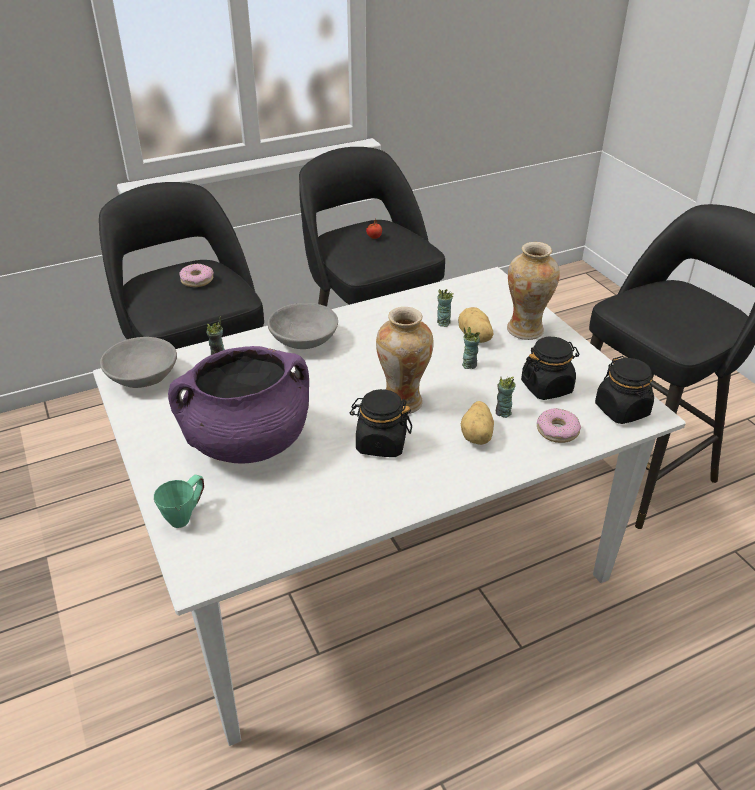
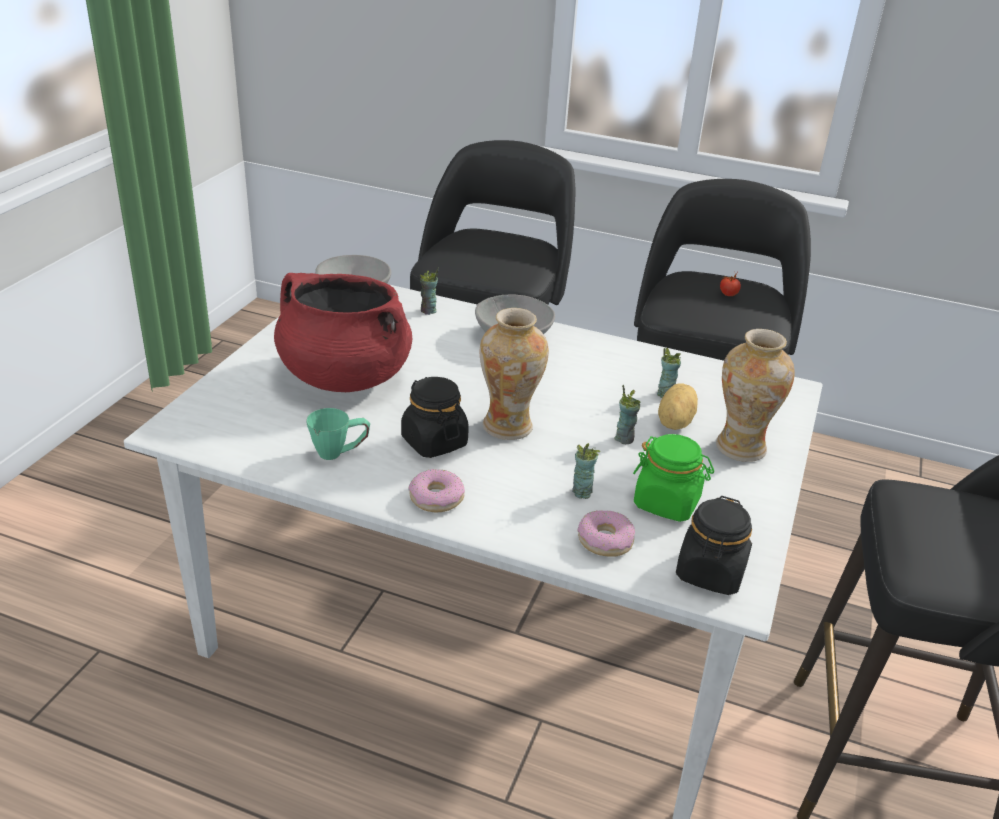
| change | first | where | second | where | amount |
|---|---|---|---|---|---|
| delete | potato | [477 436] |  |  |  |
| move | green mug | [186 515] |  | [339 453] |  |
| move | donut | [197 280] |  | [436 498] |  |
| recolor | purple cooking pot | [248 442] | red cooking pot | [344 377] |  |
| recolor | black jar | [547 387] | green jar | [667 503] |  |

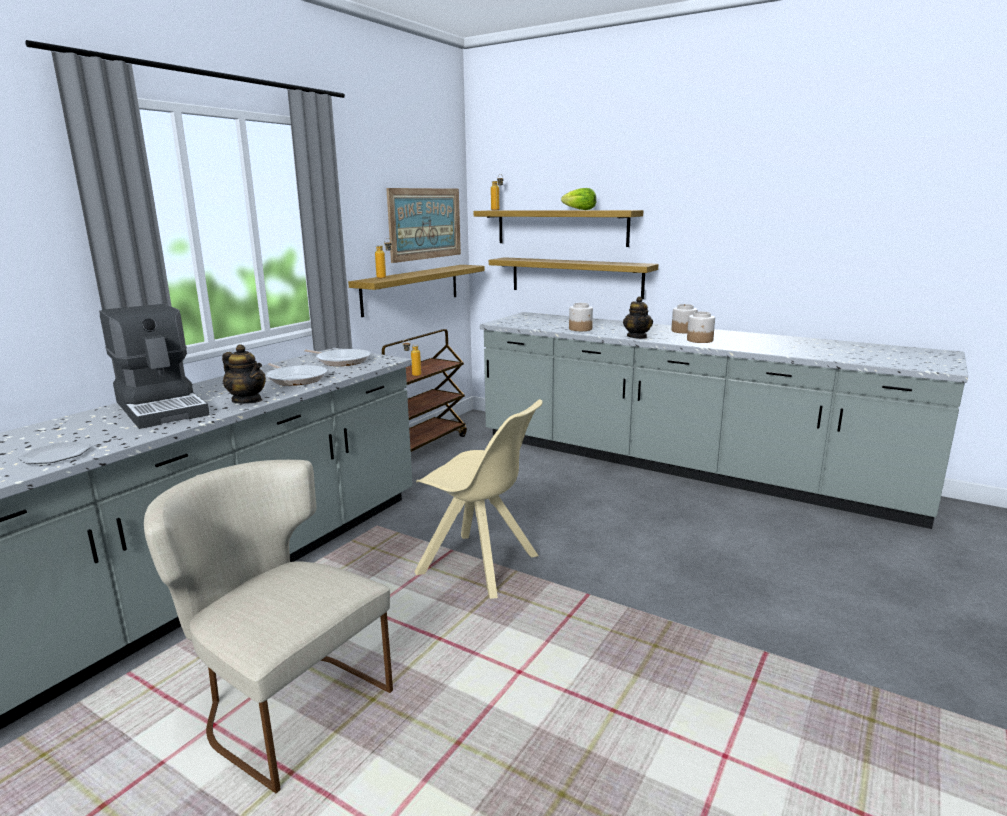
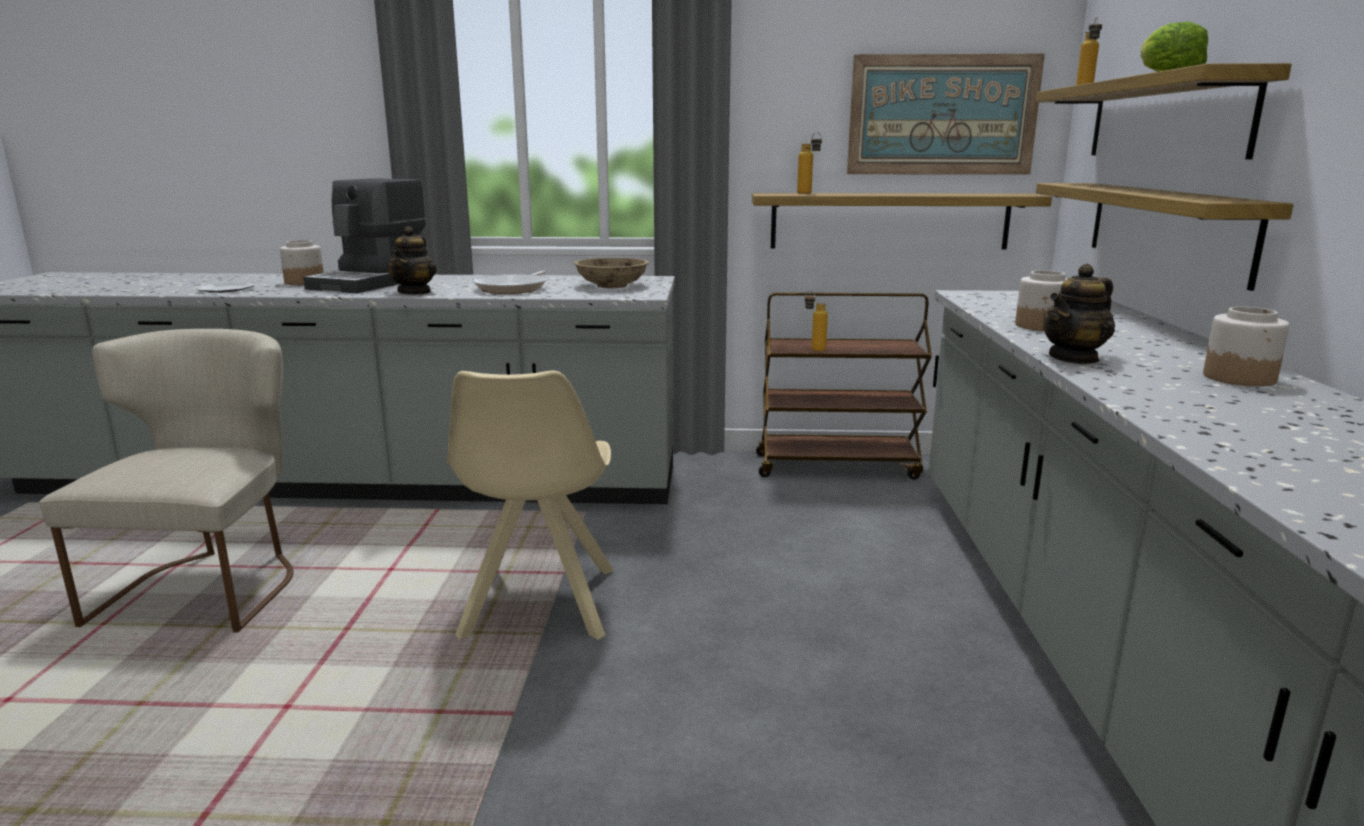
| change | first | where | second | where | amount |
|---|---|---|---|---|---|
| move | jar | [700 340] |  | [304 282] |  |
| replace | frying pan | [341 361] | beige bowl | [612 286] |  |

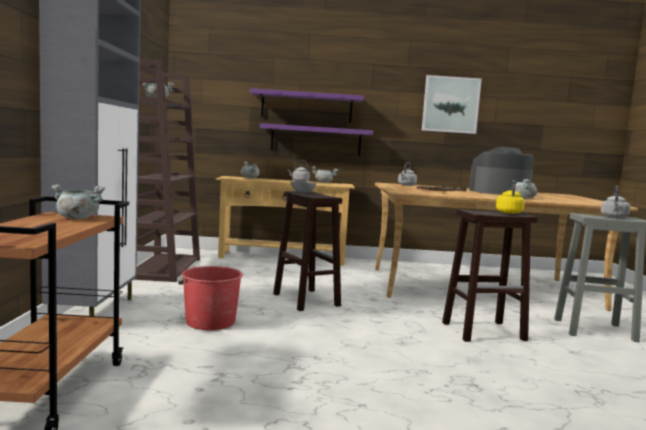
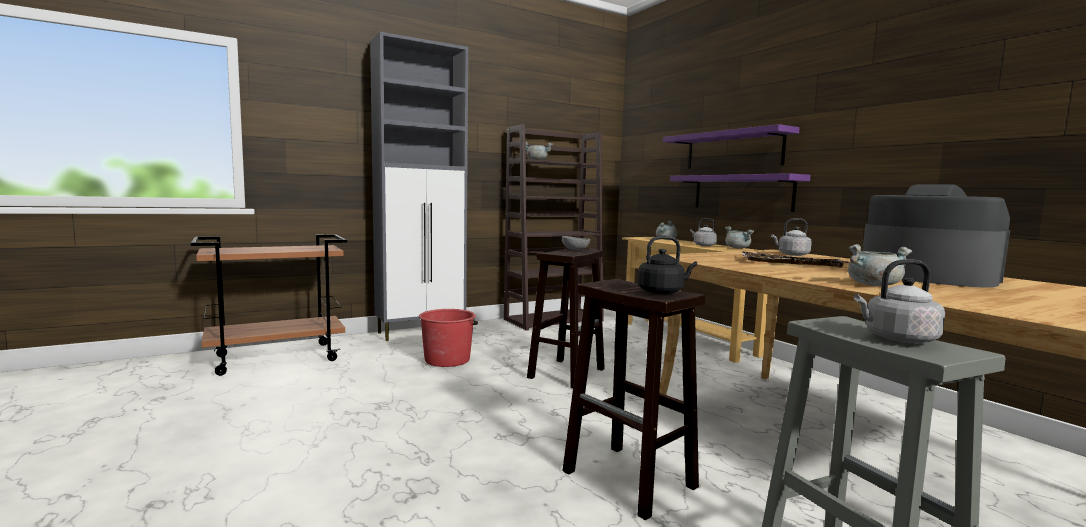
| change | first | where | second | where | amount |
|---|---|---|---|---|---|
| delete | grey cooking pot | [76 218] |  |  |  |
| delete | picture | [450 104] |  |  |  |
| recolor | yellow kettle | [509 212] | black kettle | [663 292] |  |

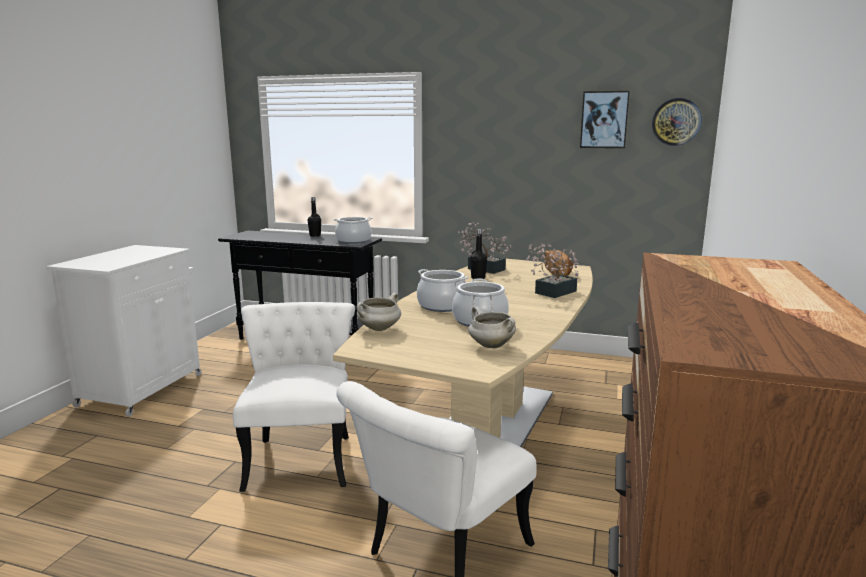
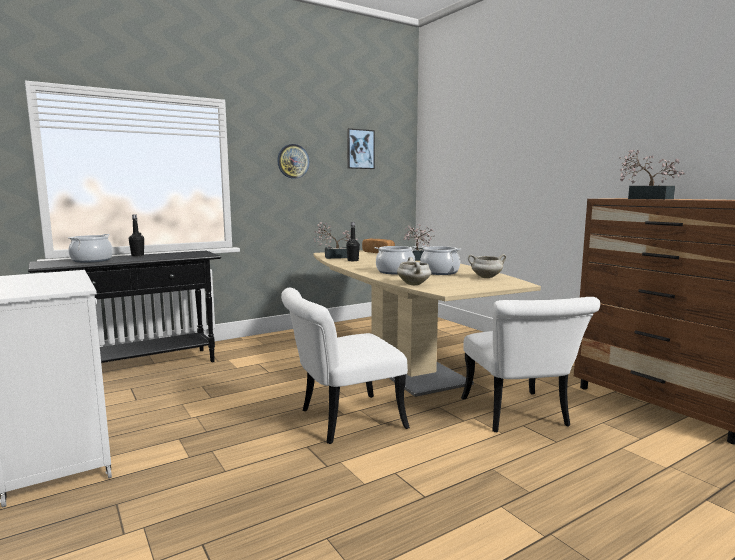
| change | first | where | second | where | amount |
|---|---|---|---|---|---|
| insert |  |  | potted plant | [645 198] |  |
| move | cooking pot | [353 241] |  | [92 260] |  |
| move | wall clock | [676 122] |  | [293 161] |  |
| rotate | white chair | [301 455] |  | [341 421] | 60 degrees counterclockwise |

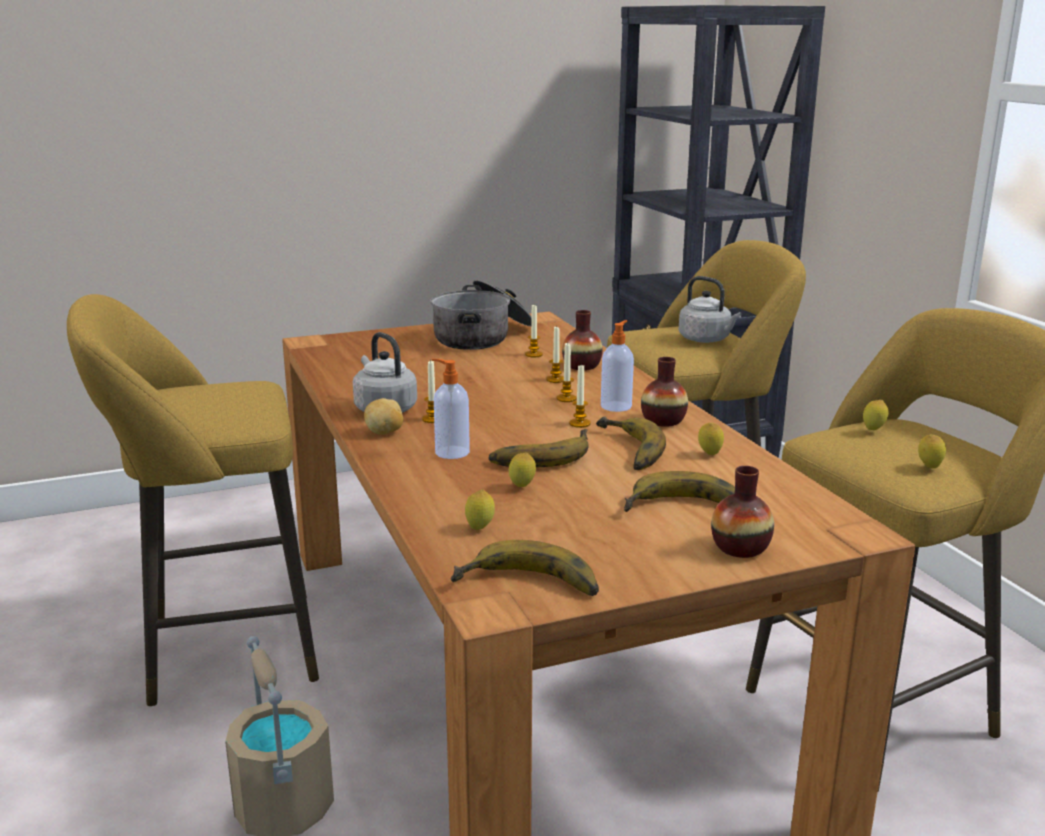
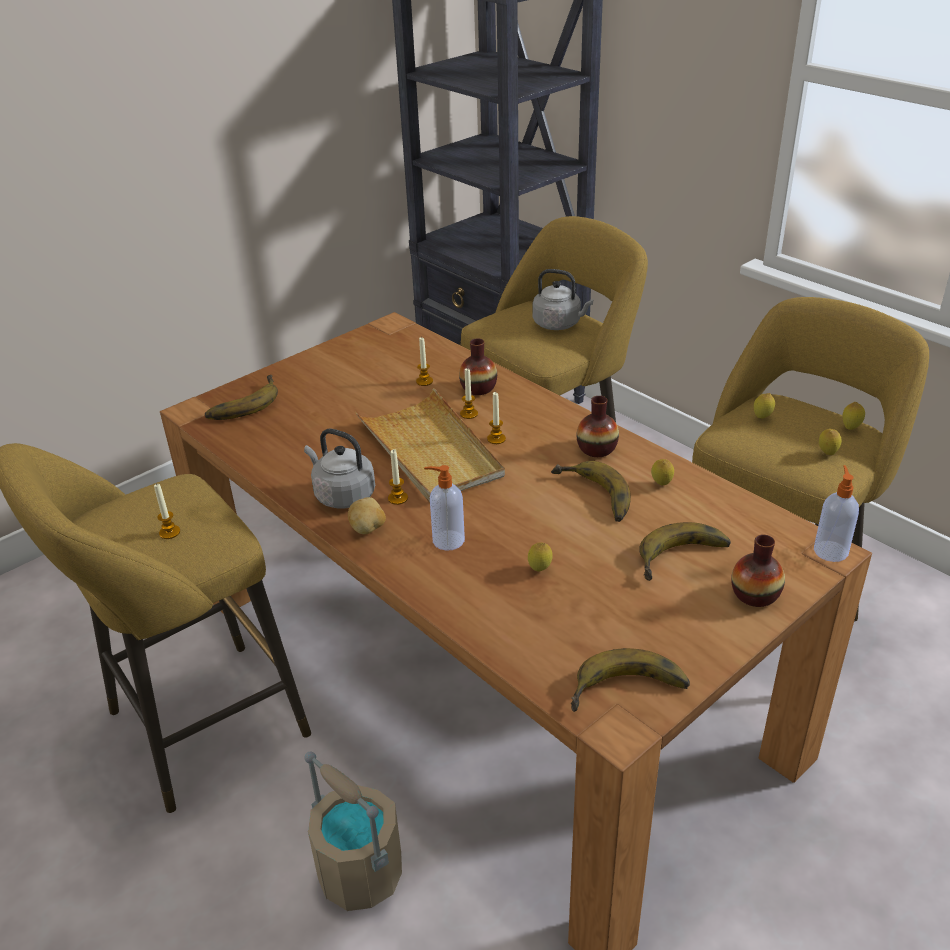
| change | first | where | second | where | amount |
|---|---|---|---|---|---|
| delete | cooking pot | [483 336] |  |  |  |
| insert |  |  | beige tray | [430 450] |  |
| move | lemon | [480 528] |  | [850 428] |  |
| move | banana | [539 455] |  | [242 403] |  |
| move | candle | [579 423] |  | [169 532] |  |
| move | soap dispenser | [616 406] |  | [830 550] |  |

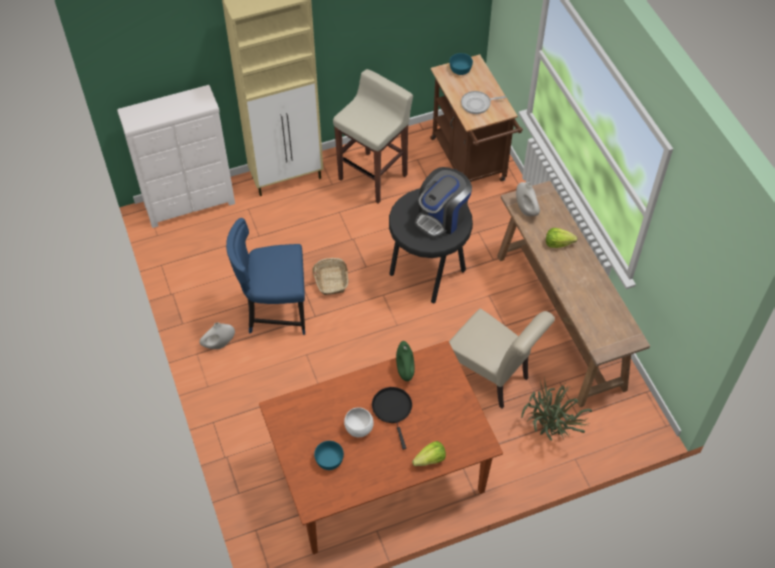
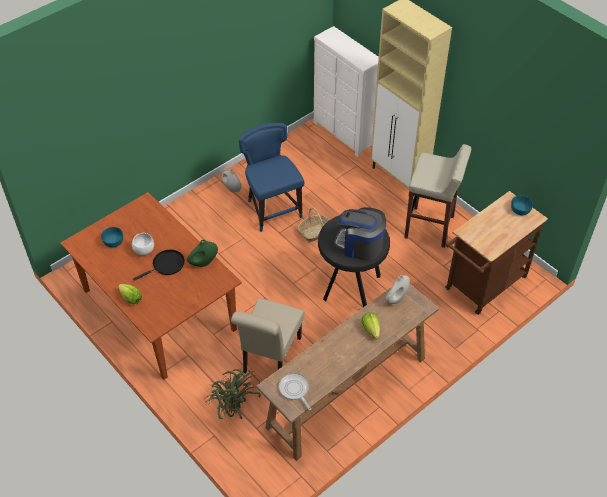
| change | first | where | second | where | amount |
|---|---|---|---|---|---|
| move | frying pan | [477 104] |  | [294 390] |  |

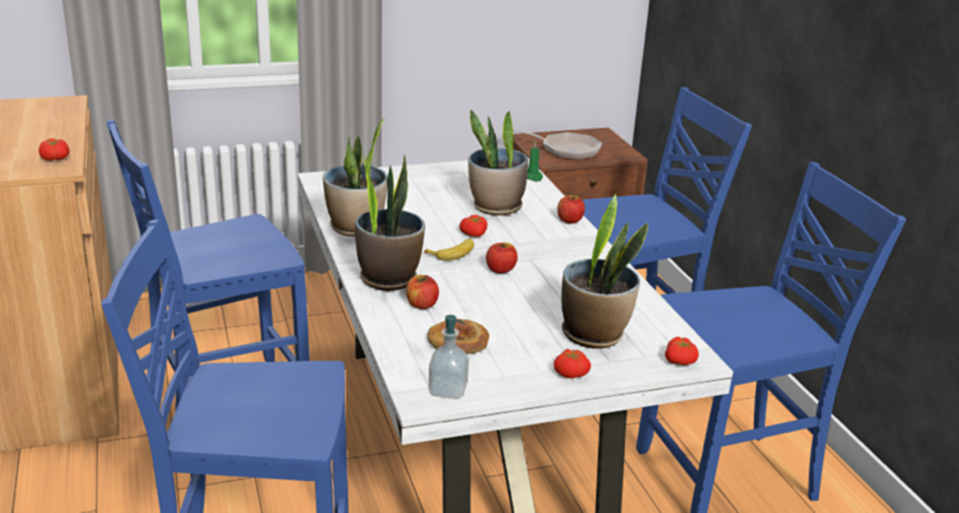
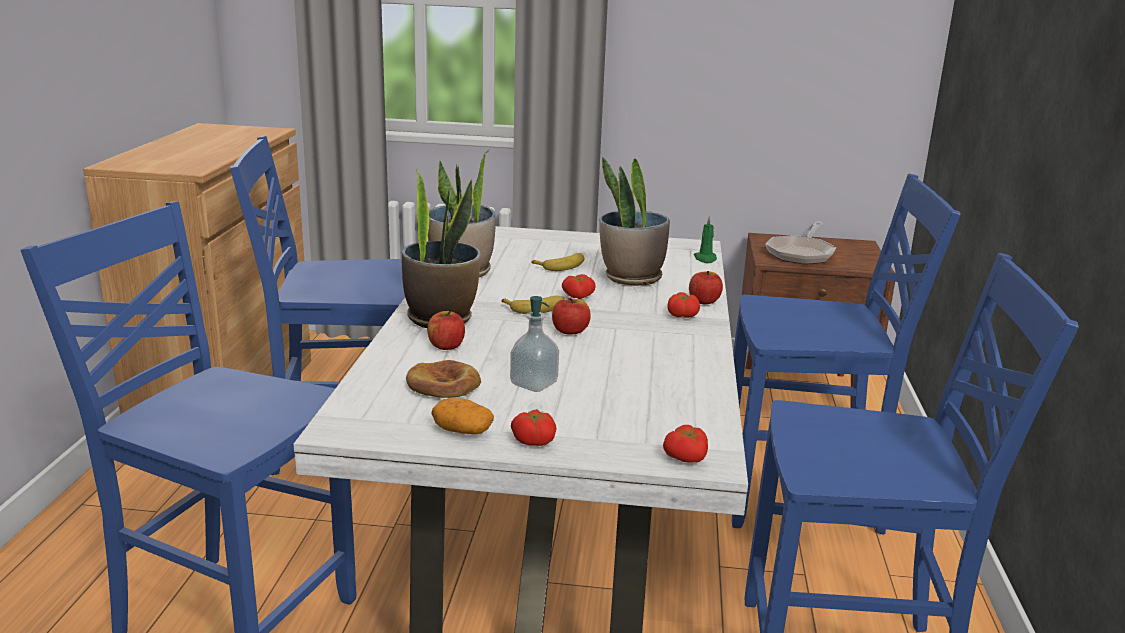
| change | first | where | second | where | amount |
|---|---|---|---|---|---|
| delete | potted plant | [594 334] |  |  |  |
| insert |  |  | potato | [462 431] |  |
| insert |  |  | banana | [562 266] |  |
| move | tomato | [54 159] |  | [681 316] |  |
| move | soap dispenser | [448 390] |  | [534 384] |  |
| rotate | frying pan | [565 150] |  | [801 253] | 75 degrees clockwise |

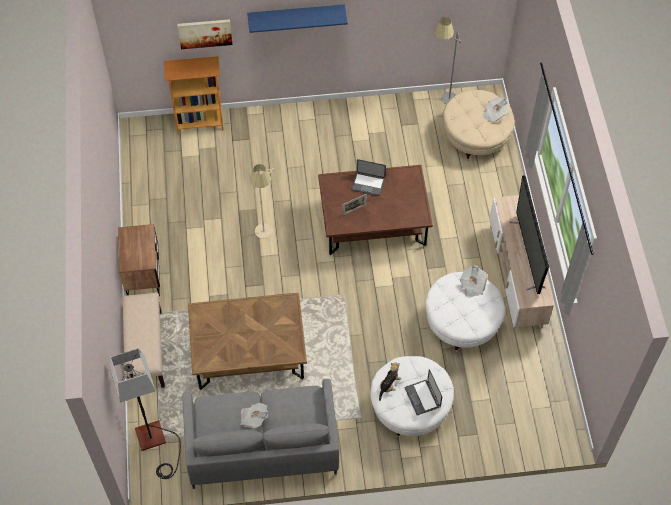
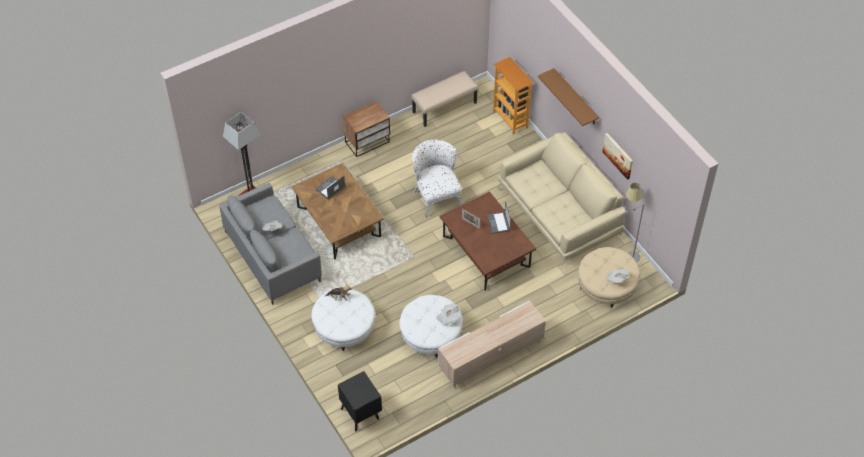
| change | first | where | second | where | amount |
|---|---|---|---|---|---|
| delete | television | [527 254] |  |  |  |
| insert |  |  | black nightstand | [360 413] |  |
| insert |  |  | beige sofa | [559 213] |  |
| move | beige bench | [145 350] |  | [444 107] |  |
| move | picture | [205 33] |  | [618 155] |  |
| move | laptop | [422 397] |  | [330 188] |  |
| replace | beige floor lamp | [265 237] | white armchair | [436 194] |  |
| recolor | blue shelf | [296 15] | brown shelf | [575 97] |  |

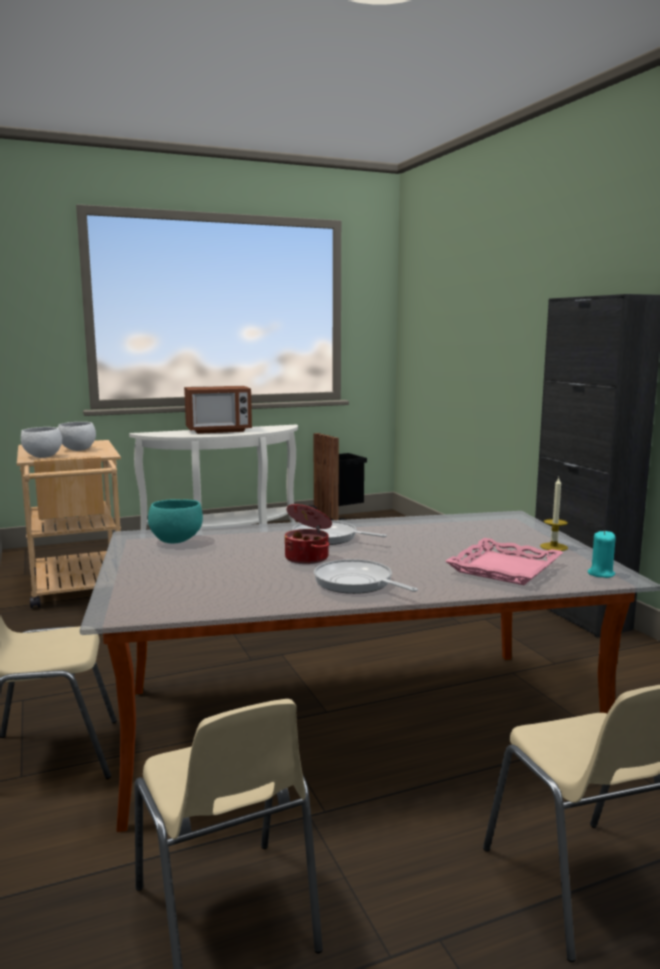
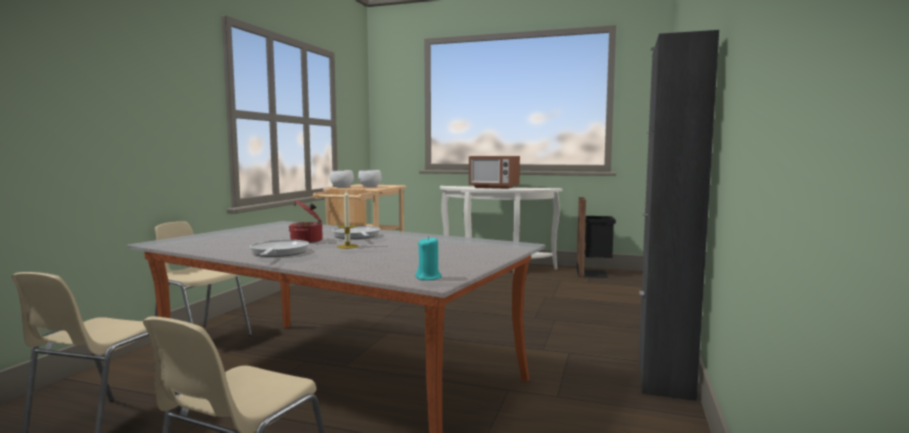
| change | first | where | second | where | amount |
|---|---|---|---|---|---|
| delete | turquoise bowl | [176 540] |  |  |  |
| delete | pink tray | [503 568] |  |  |  |
| move | candle | [553 547] |  | [347 246] |  |

